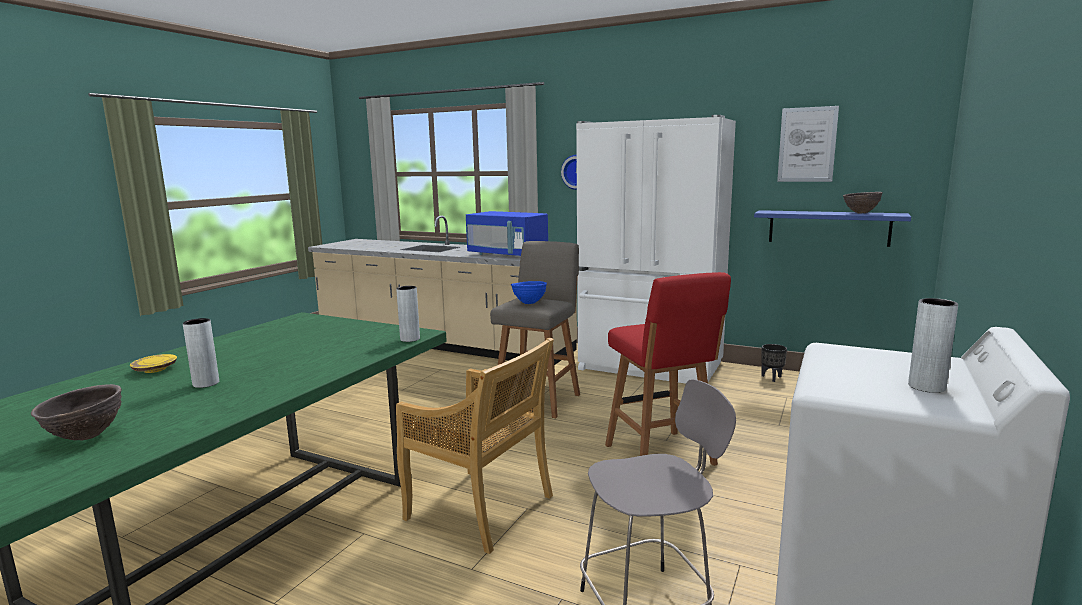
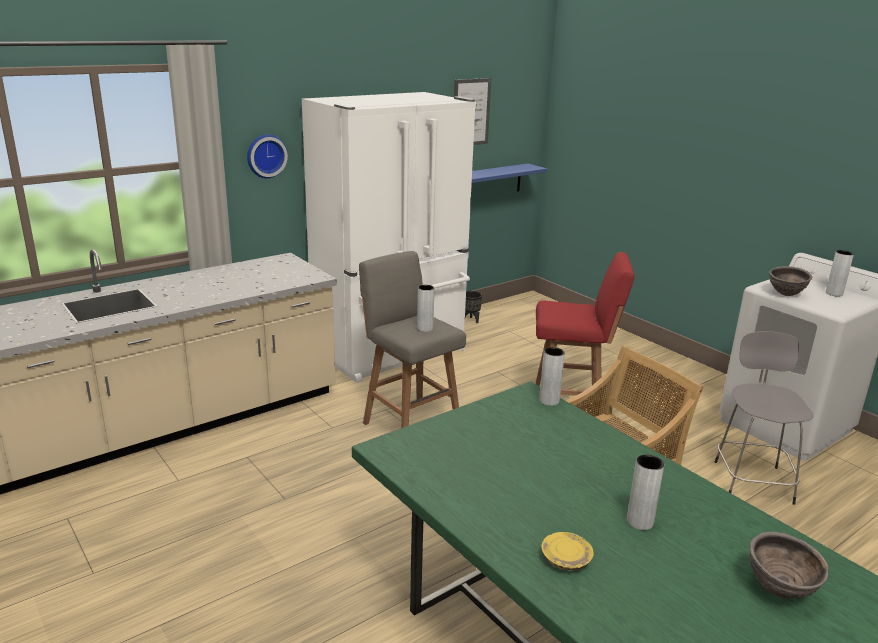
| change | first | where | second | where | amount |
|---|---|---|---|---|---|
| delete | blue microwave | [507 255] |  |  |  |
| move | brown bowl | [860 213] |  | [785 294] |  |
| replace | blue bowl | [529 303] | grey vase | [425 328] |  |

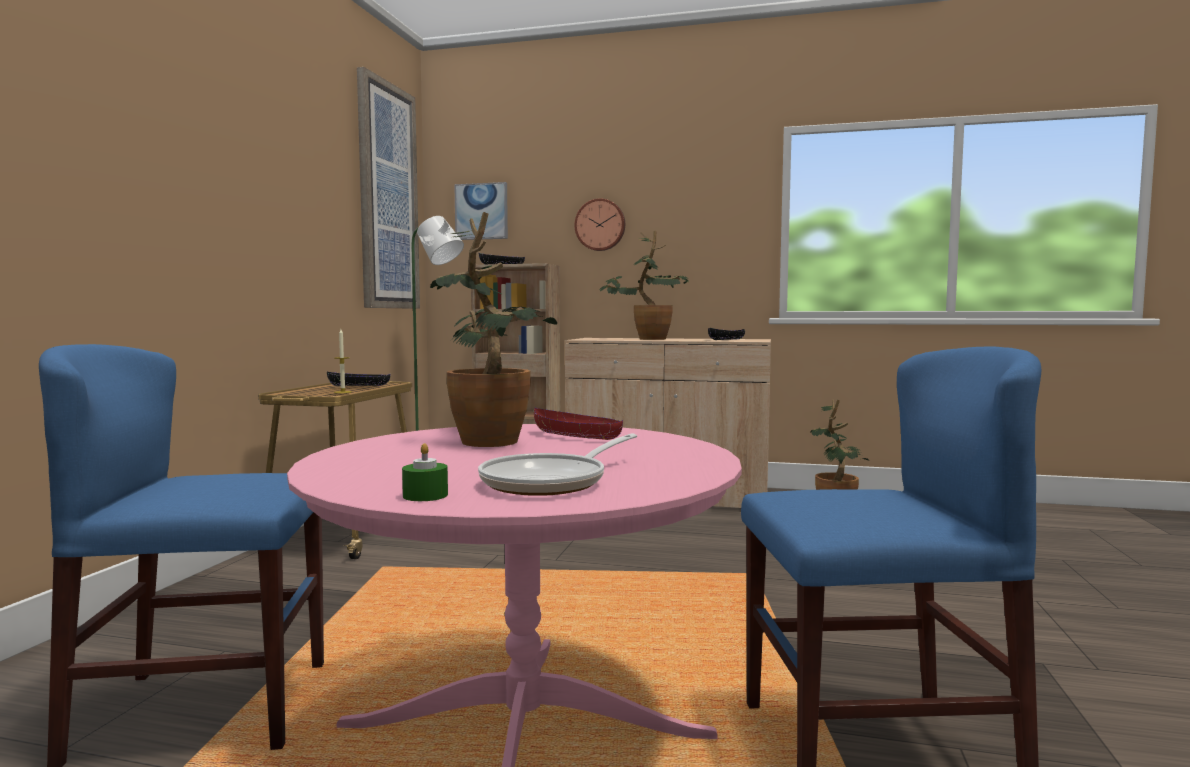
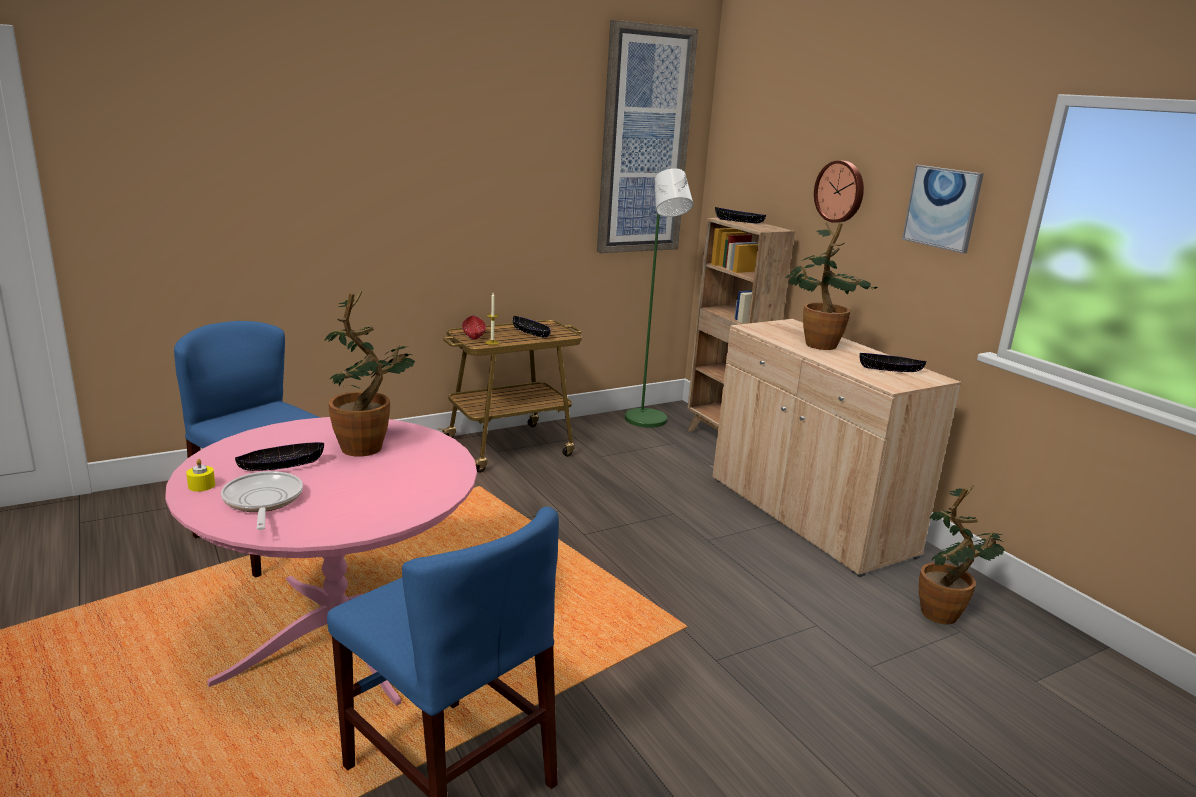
| change | first | where | second | where | amount |
|---|---|---|---|---|---|
| insert |  |  | black bowl | [281 466] |  |
| move | picture | [481 211] |  | [942 208] |  |
| move | red bowl | [577 436] |  | [474 334] |  |
| recolor | green candle | [425 495] | yellow candle | [201 485] |  |
| rotate | frying pan | [551 482] |  | [262 502] | 75 degrees clockwise |

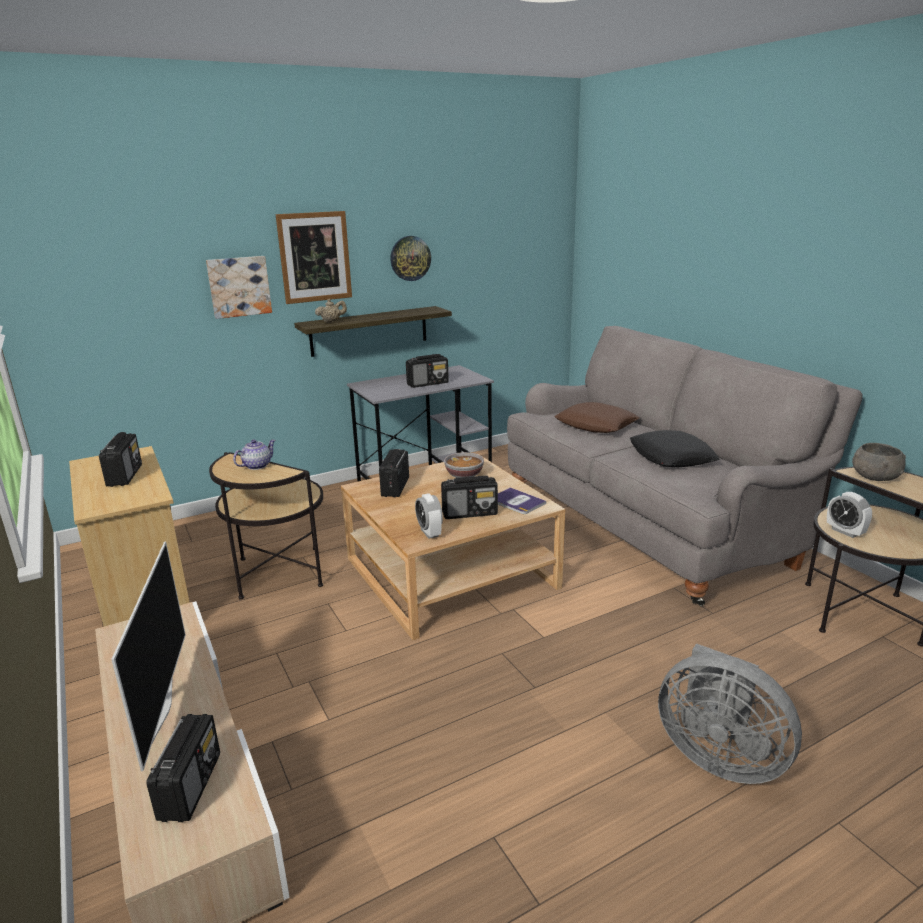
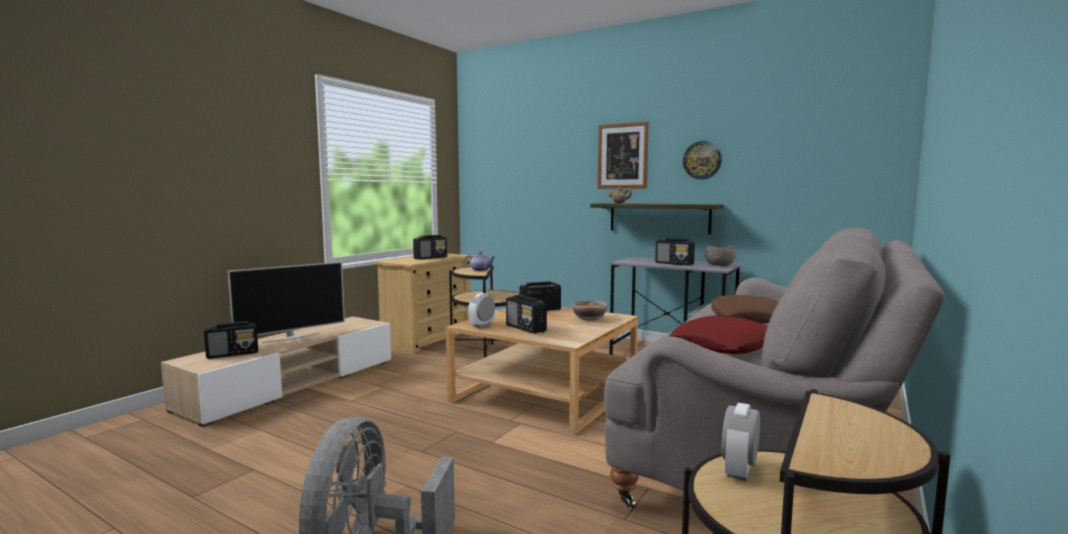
| change | first | where | second | where | amount |
|---|---|---|---|---|---|
| delete | picture | [239 286] |  |  |  |
| delete | book | [517 502] |  |  |  |
| move | grey bowl | [874 477] |  | [719 265] |  |
| recolor | black pillow | [671 457] | red pillow | [724 345] |  |

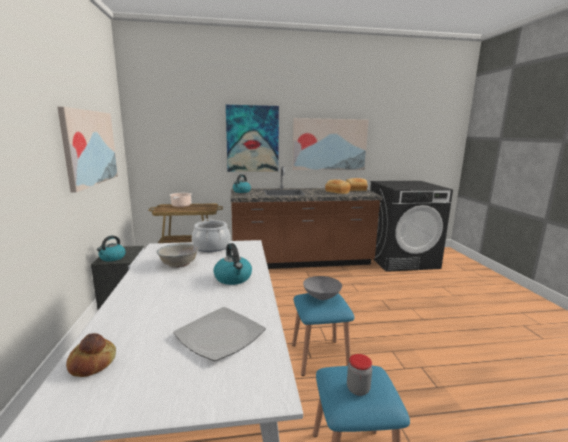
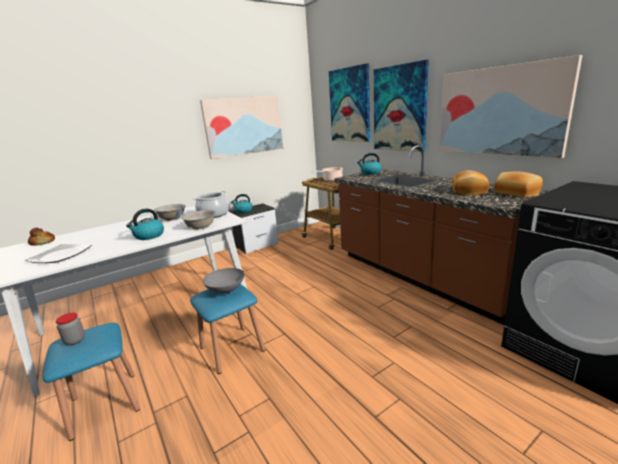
| change | first | where | second | where | amount |
|---|---|---|---|---|---|
| insert |  |  | white bowl | [201 226] |  |
| insert |  |  | picture | [350 105] |  |

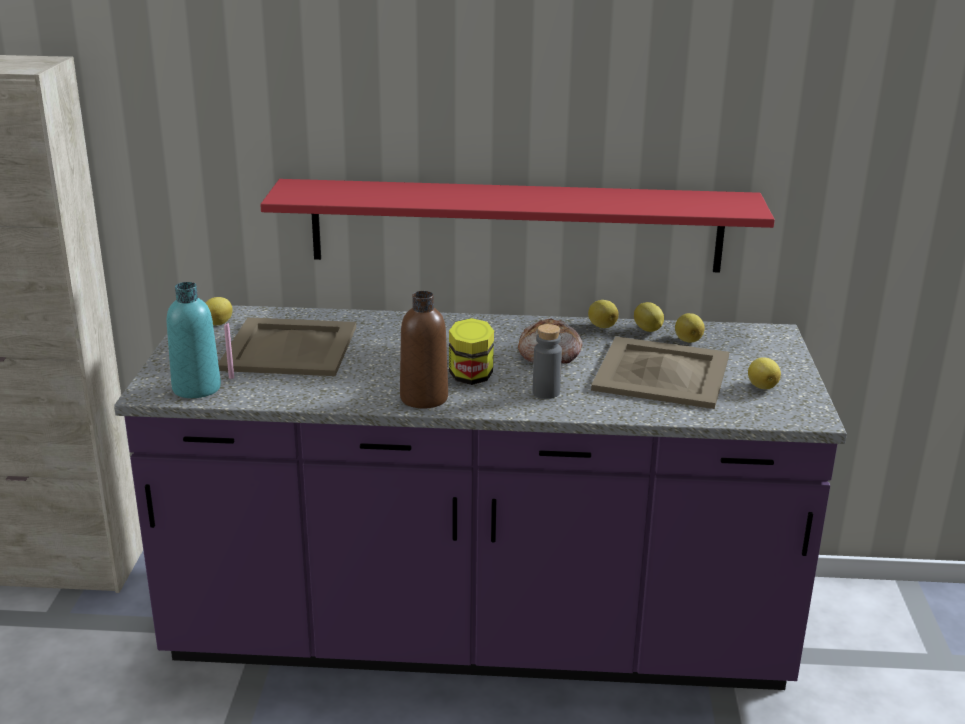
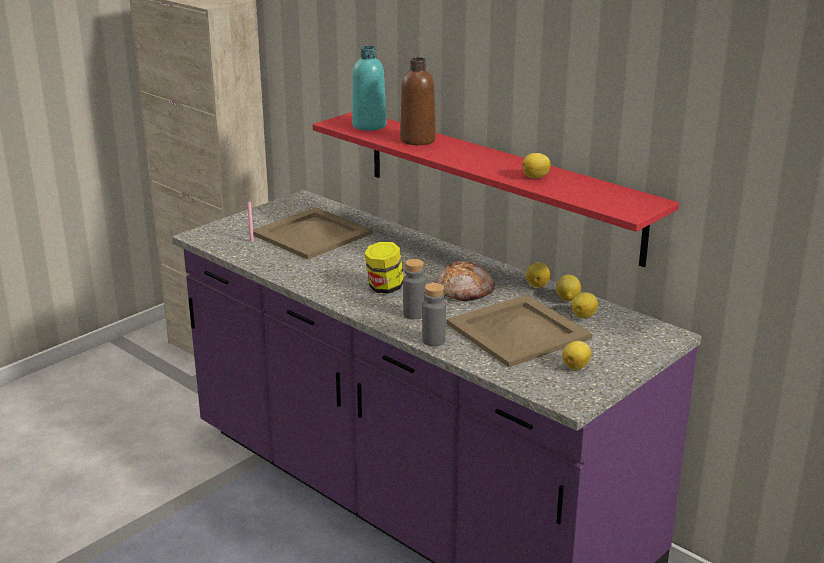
| change | first | where | second | where | amount |
|---|---|---|---|---|---|
| insert |  |  | grey bottle | [433 340] |  |
| move | turquoise bottle | [196 388] |  | [369 126] |  |
| move | lemon | [219 323] |  | [536 177] |  |
| move | brown bottle | [424 398] |  | [417 140] |  |

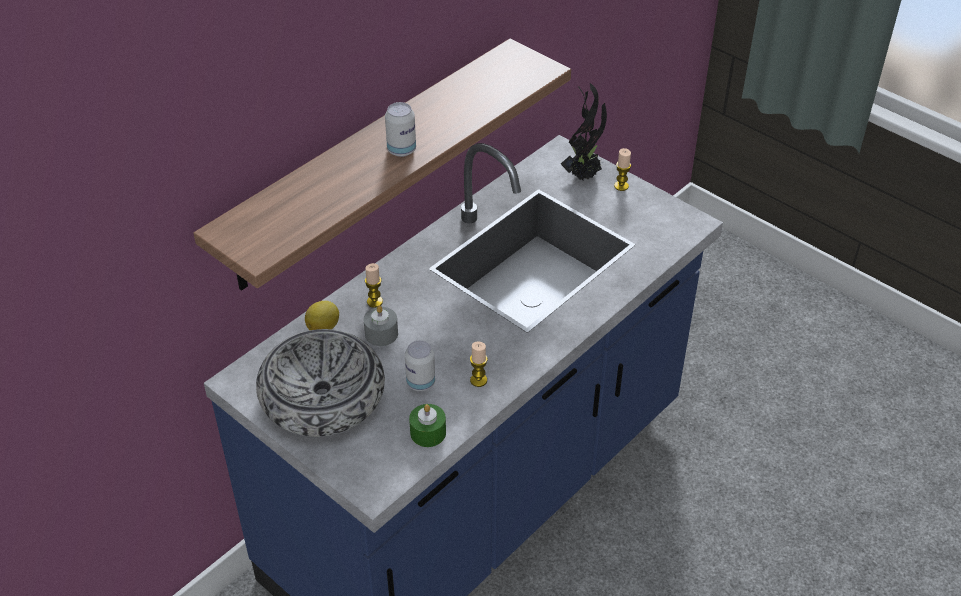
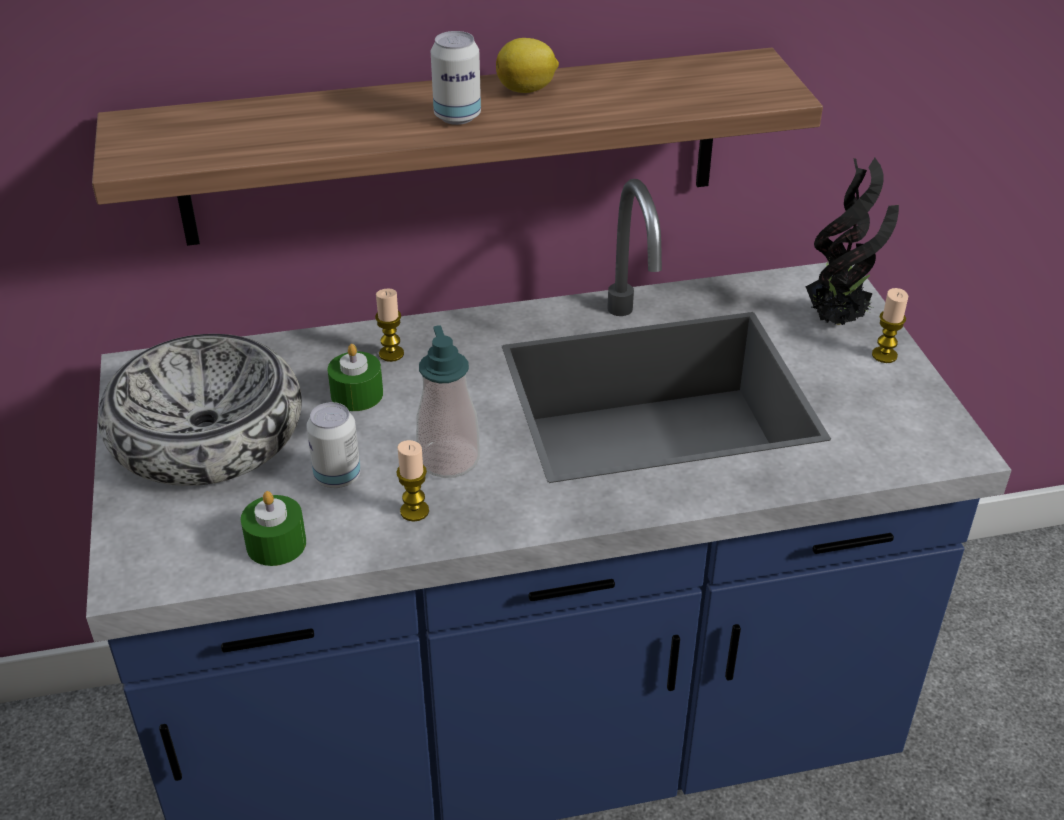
| change | first | where | second | where | amount |
|---|---|---|---|---|---|
| insert |  |  | soap dispenser | [448 459] |  |
| move | lemon | [324 327] |  | [527 89] |  |
| recolor | grey candle | [381 334] | green candle | [357 394] |  |

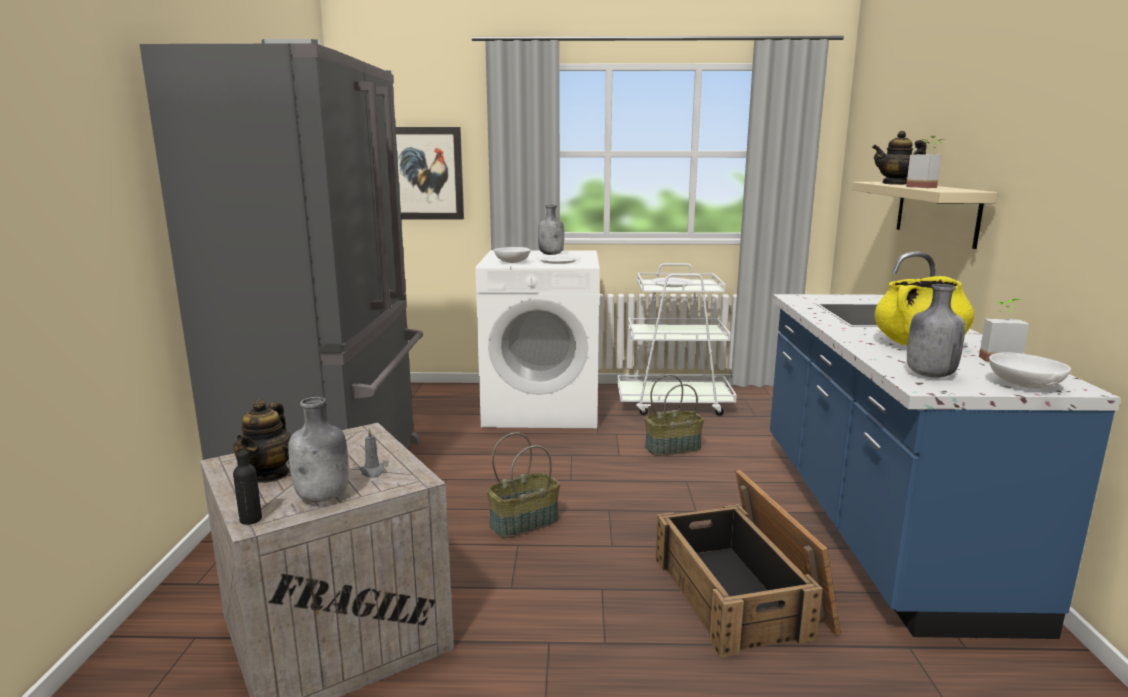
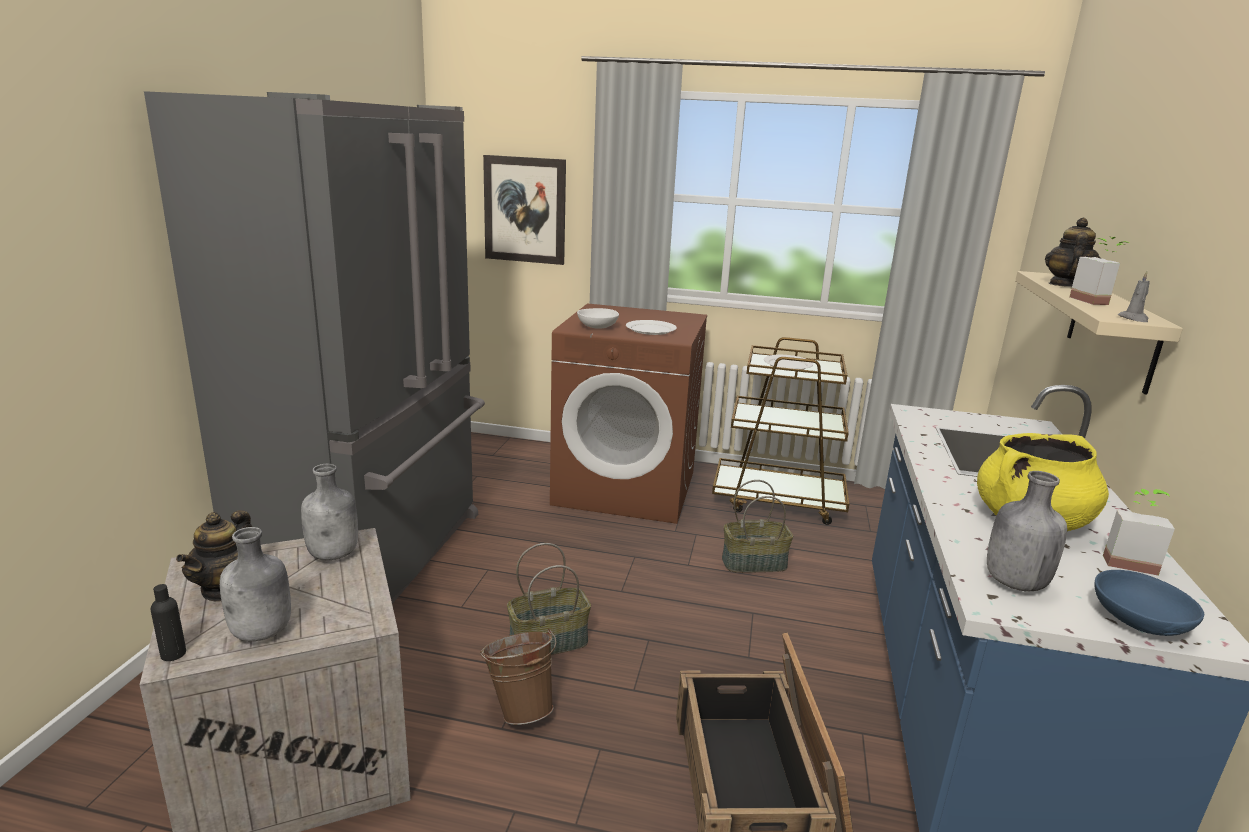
| change | first | where | second | where | amount |
|---|---|---|---|---|---|
| insert |  |  | brown bucket | [520 708] |  |
| move | grey candle | [372 472] |  | [1134 319] |  |
| move | grey bottle | [551 254] |  | [334 554] |  |
| recolor | white washing machine | [542 408] | brown washing machine | [626 488] |  |
| recolor | white cart | [674 403] | brown cart | [778 501] |  |
| recolor | white bowl | [1024 385] | blue bowl | [1138 622] |  |
| rotate | teapot | [896 184] |  | [1066 285] | 105 degrees clockwise |

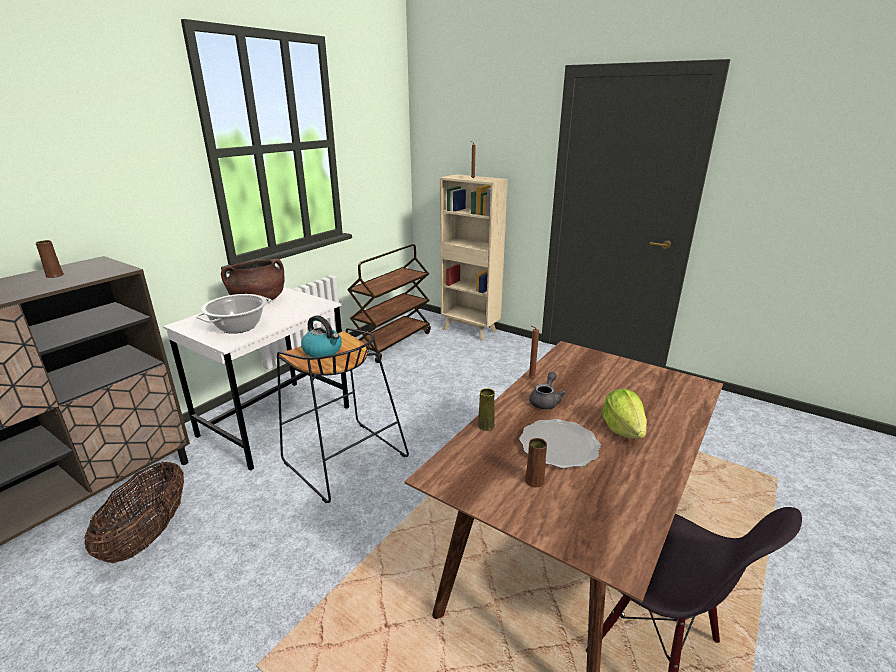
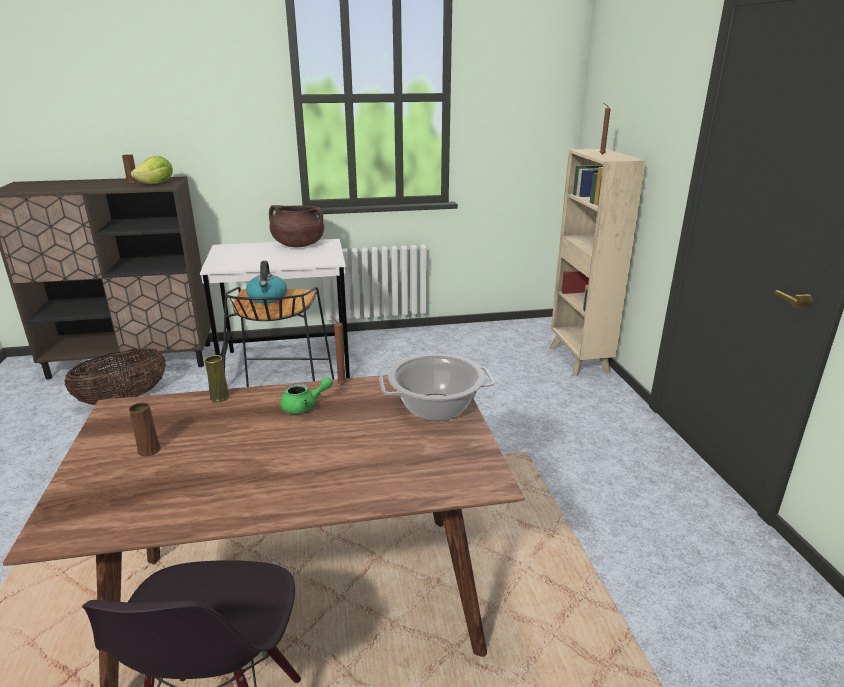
| change | first | where | second | where | amount |
|---|---|---|---|---|---|
| delete | brown cart | [392 342] |  |  |  |
| delete | plate | [558 446] |  |  |  |
| move | cooking pot | [238 327] |  | [435 408] |  |
| move | lettuce | [623 429] |  | [156 184] |  |
| recolor | grey teapot | [545 401] | green teapot | [304 406] |  |

